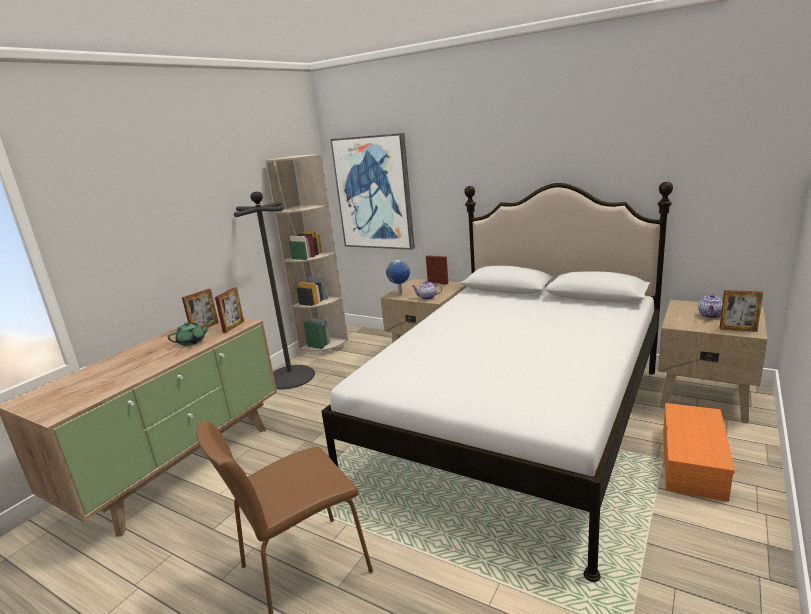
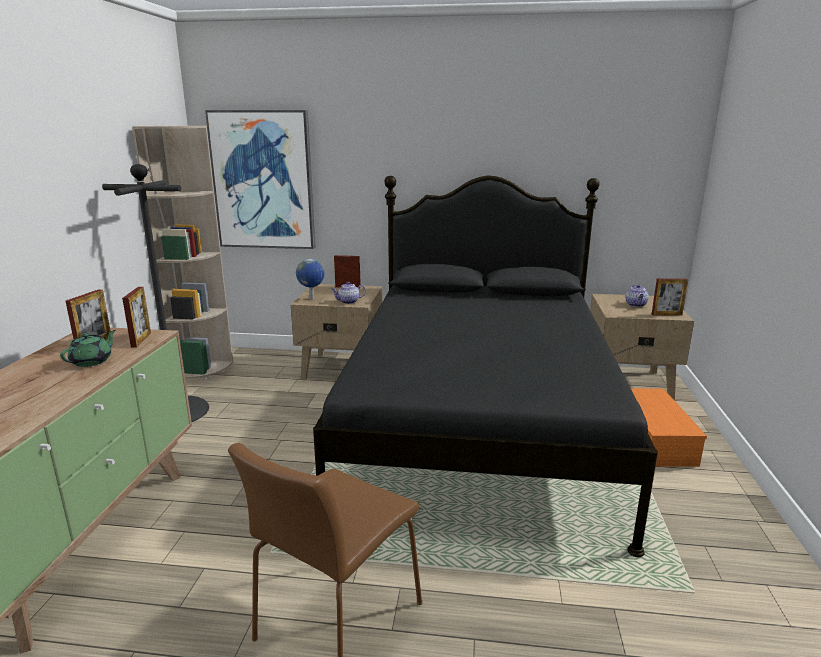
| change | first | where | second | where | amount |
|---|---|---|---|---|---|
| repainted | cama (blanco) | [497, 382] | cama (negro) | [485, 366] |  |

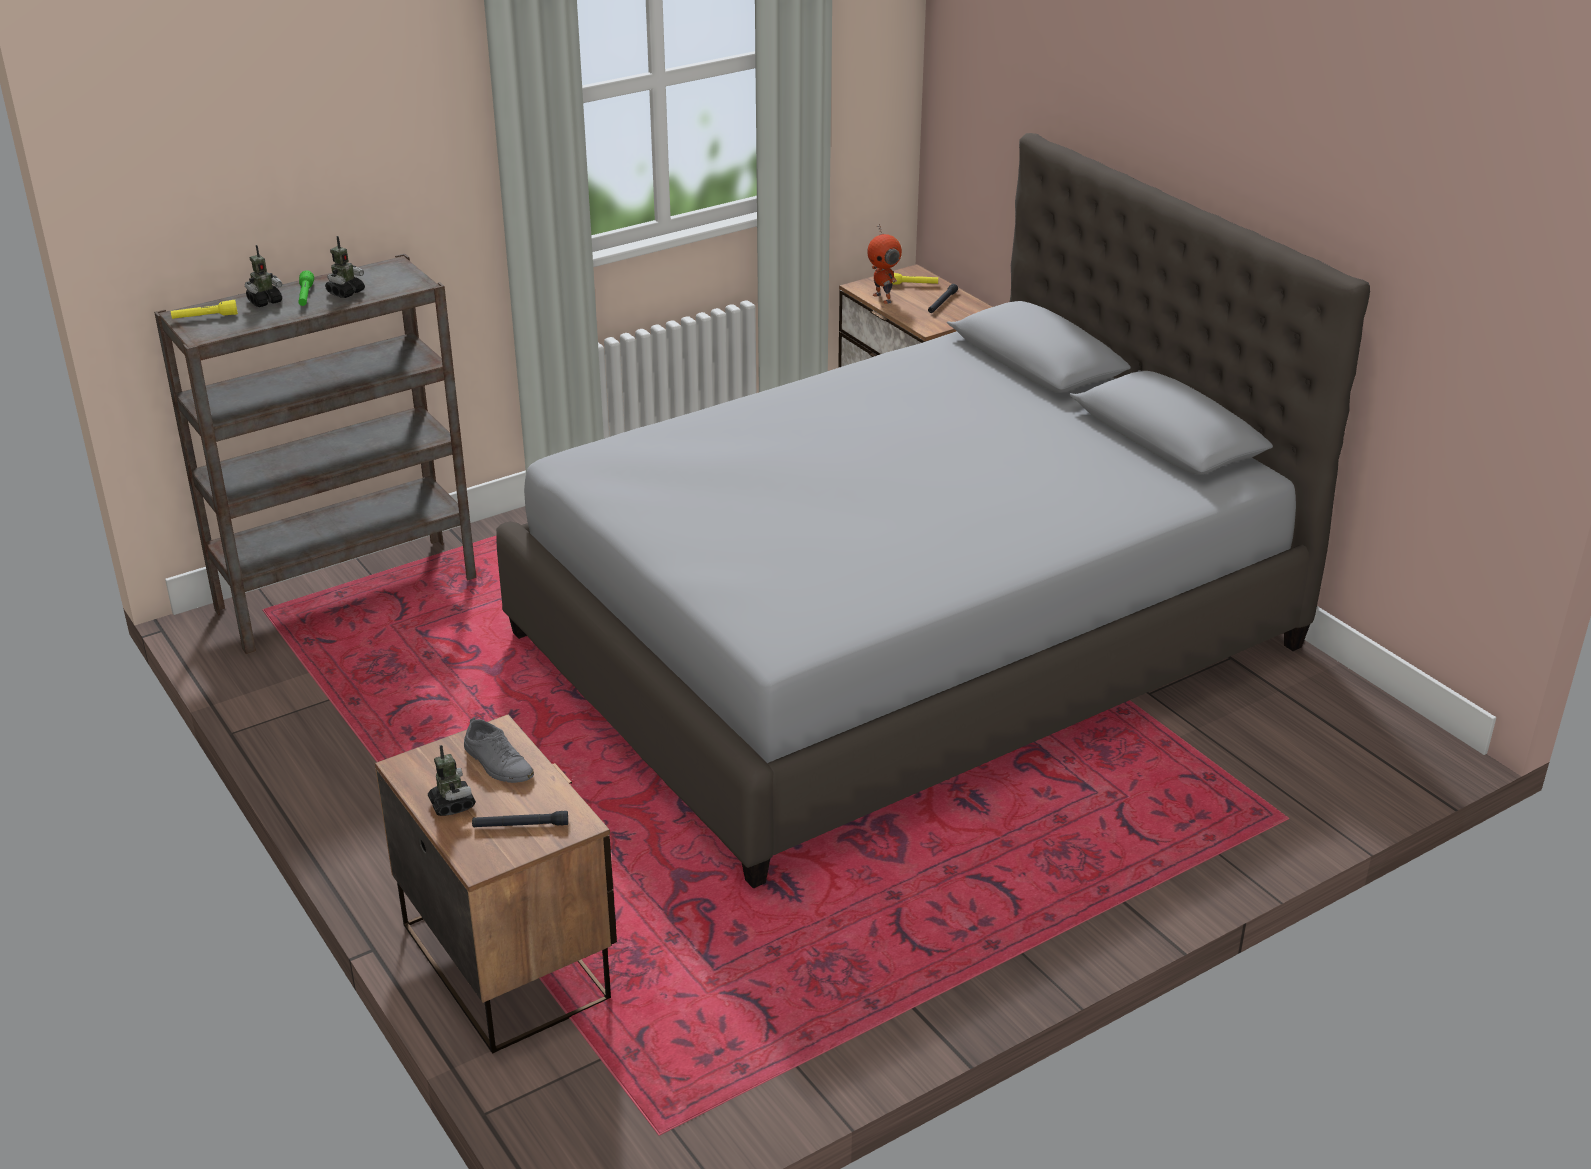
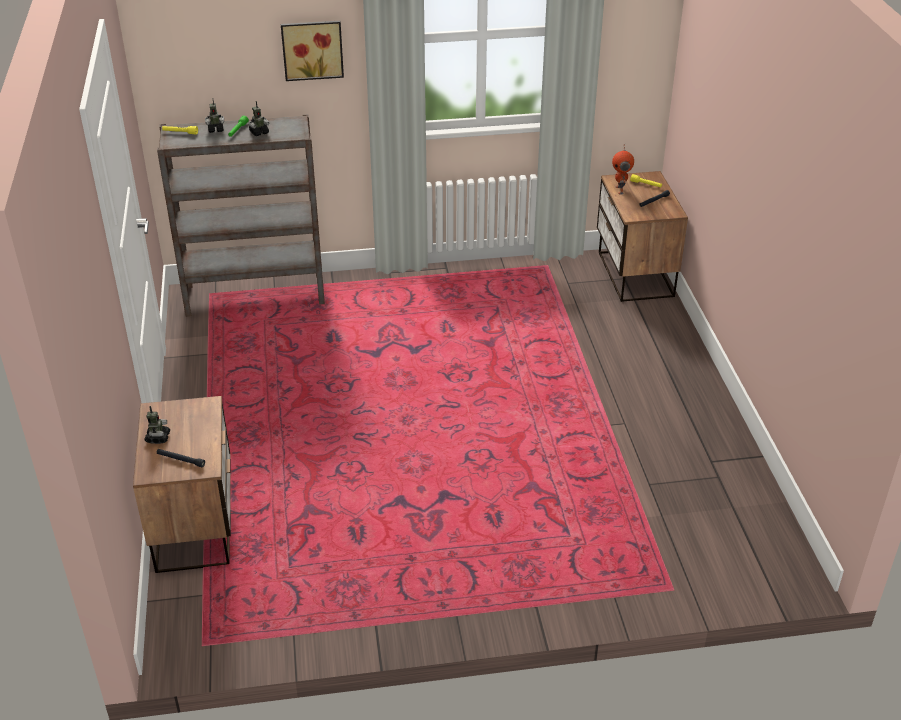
| change | first | where | second | where | amount |
|---|---|---|---|---|---|
| gone | zapato (gris) | [499, 750] |  |  |  |
| gone | cama (gris) | [933, 511] |  |  |  |
| new |  |  | cuadro | [312, 51] |  |

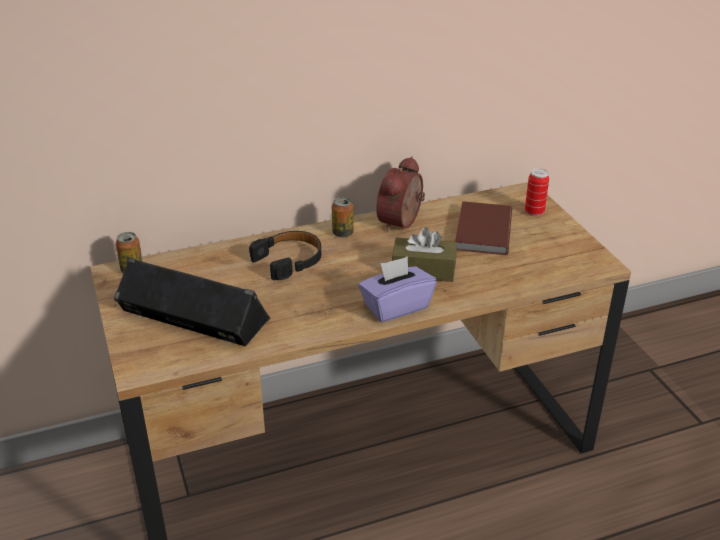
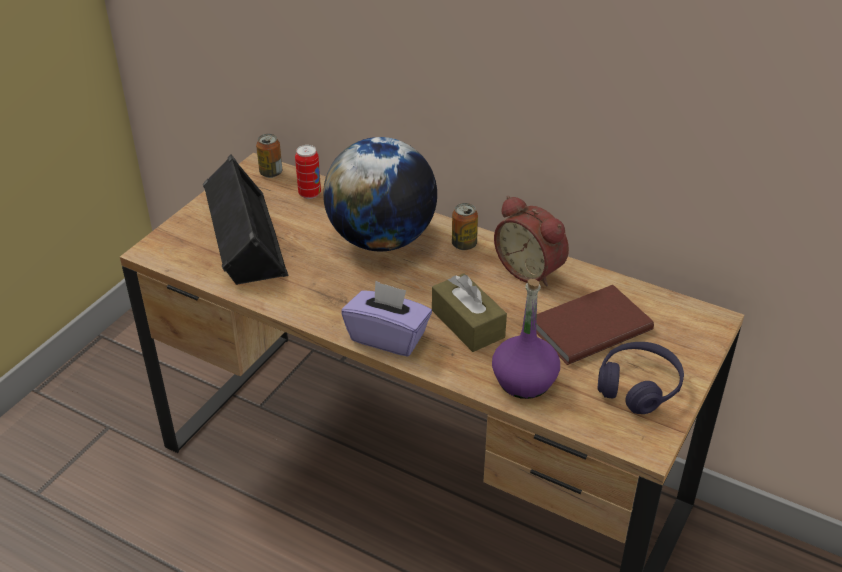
| change | first | where | second | where | amount |
|---|---|---|---|---|---|
| new |  |  | botella (morado) | [526, 339] |  |
| new |  |  | auriculares (morado) | [641, 378] |  |
| shifted | lata | [537, 192] |  | [308, 172] |  |
| swapped | auriculares (negro) | [285, 255] | globo terráqueo | [380, 194] |  |
| rotated | despertador | [400, 194] |  | [531, 241] | 120 degrees counterclockwise |

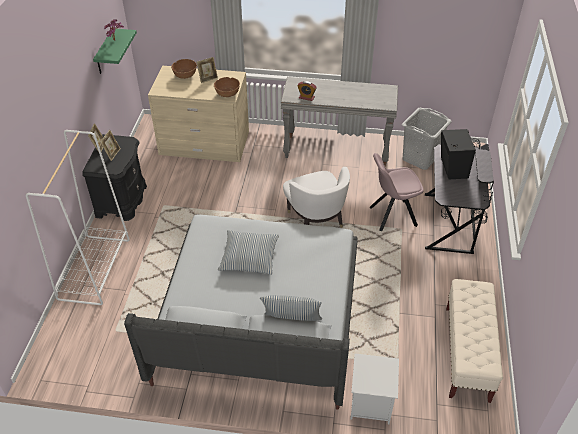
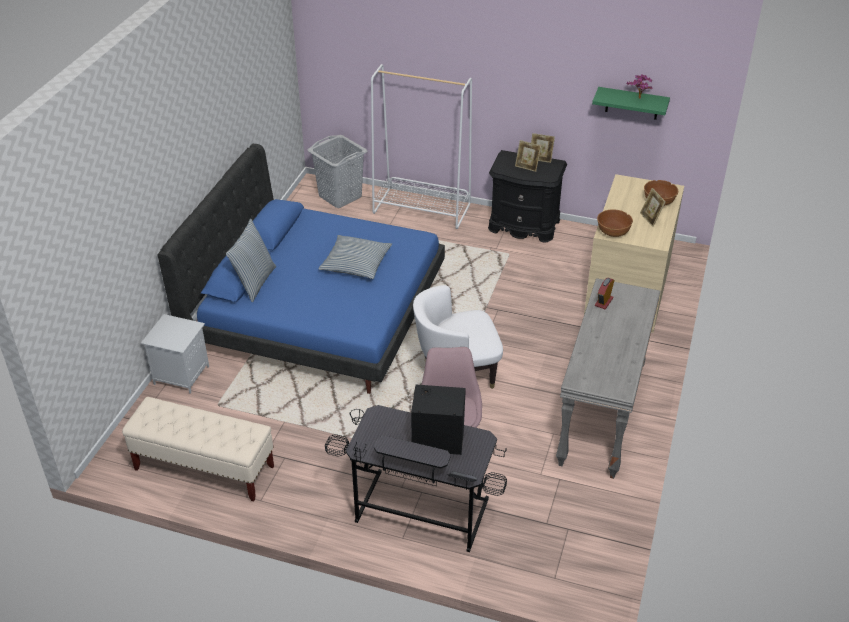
| change | first | where | second | where | amount |
|---|---|---|---|---|---|
| shifted | cesto de la ropa (gris) | [427, 139] |  | [337, 171] |  |
| repainted | cama (gris) | [240, 312] | cama (azul) | [301, 269] |  |

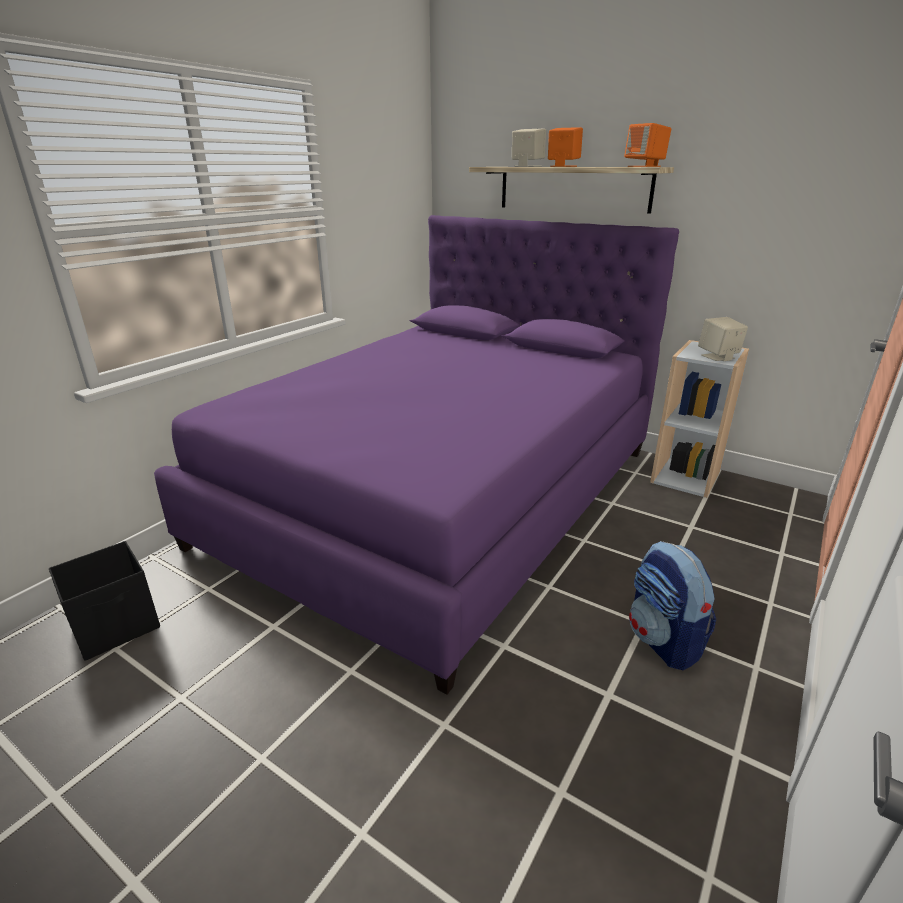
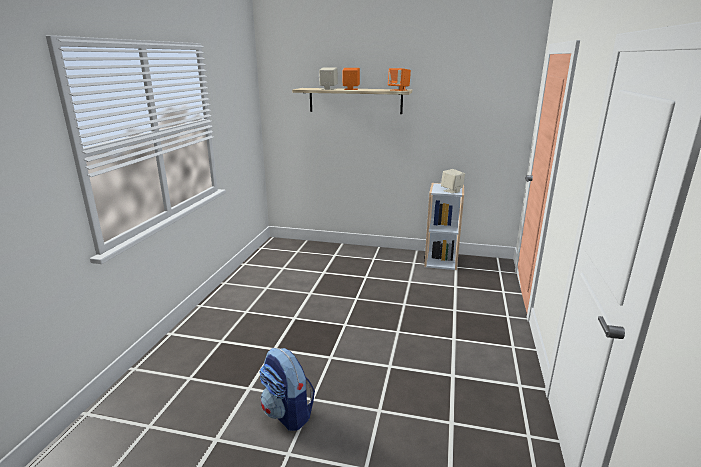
| change | first | where | second | where | amount |
|---|---|---|---|---|---|
| gone | caja de almacenaje (negro) | [104, 601] |  |  |  |
| gone | cama (morado) | [416, 455] |  |  |  |
| shifted | mochila | [672, 605] |  | [287, 389] |  |

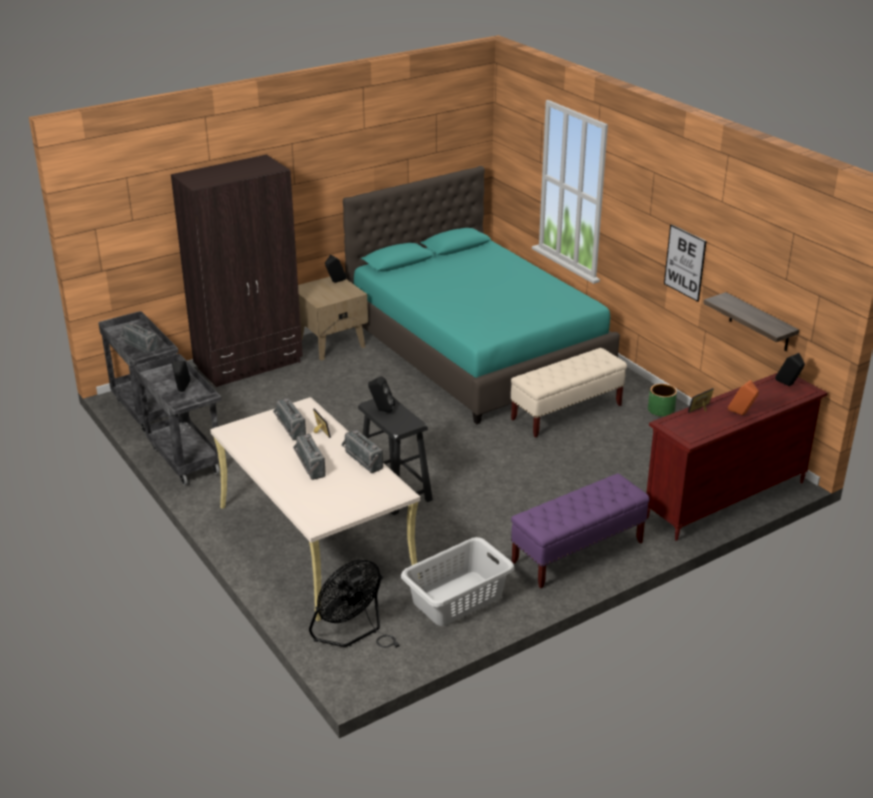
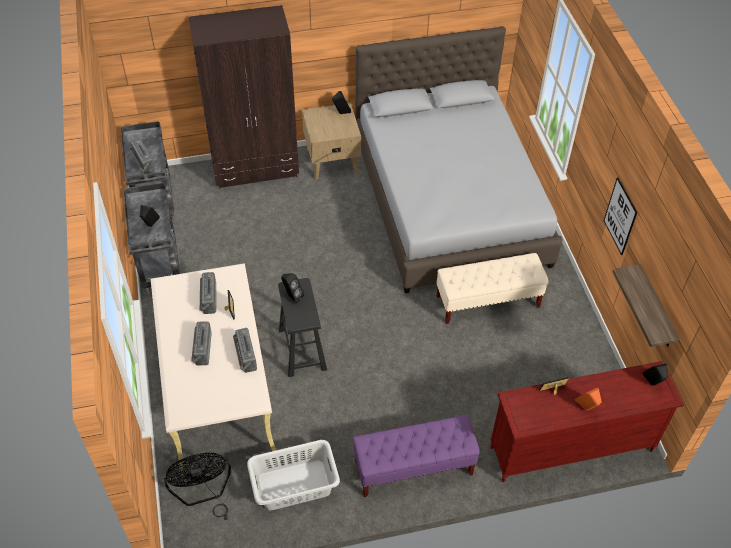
| change | first | where | second | where | amount |
|---|---|---|---|---|---|
| gone | maceta (verde) | [662, 400] |  |  |  |
| repainted | cama (turquesa) | [481, 295] | cama (gris) | [458, 159] |  |

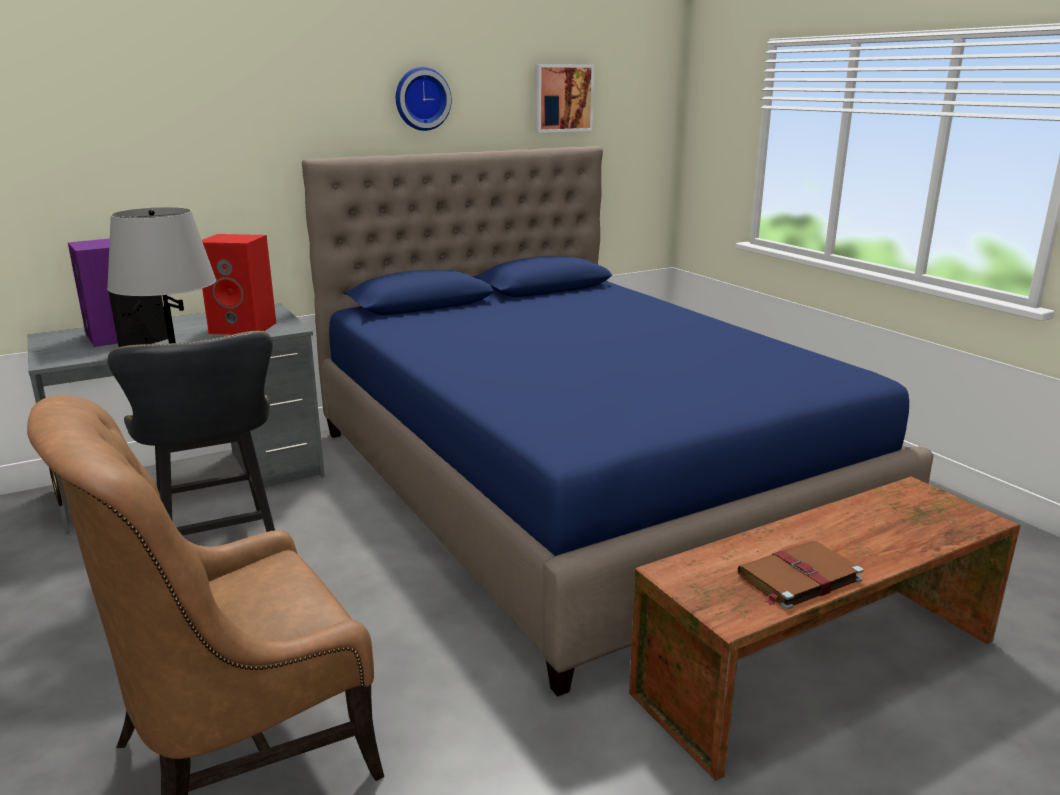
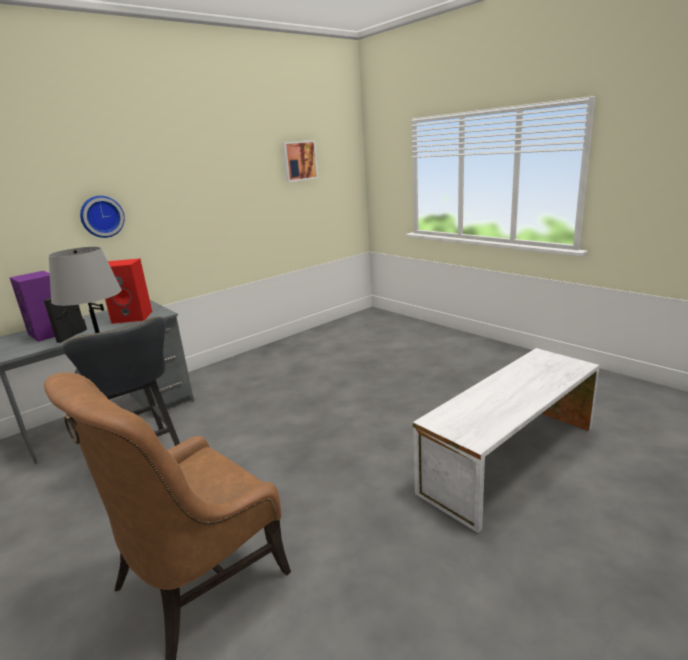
| change | first | where | second | where | amount |
|---|---|---|---|---|---|
| gone | cama (azul) | [618, 421] |  |  |  |
| gone | libro (marrón) | [800, 575] |  |  |  |
| shifted | reloj de pared | [424, 99] |  | [102, 217] |  |
| repainted | banco (marrón) | [824, 628] | banco (blanco) | [506, 440] |  |

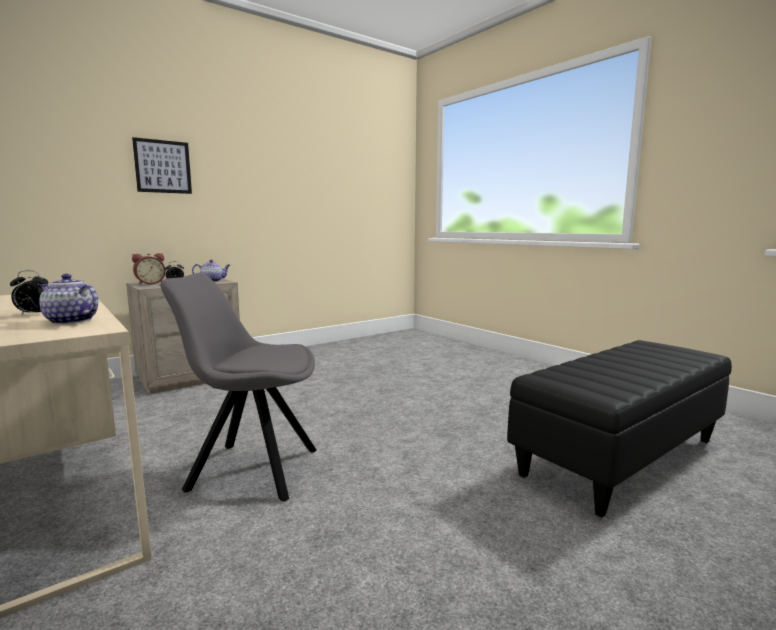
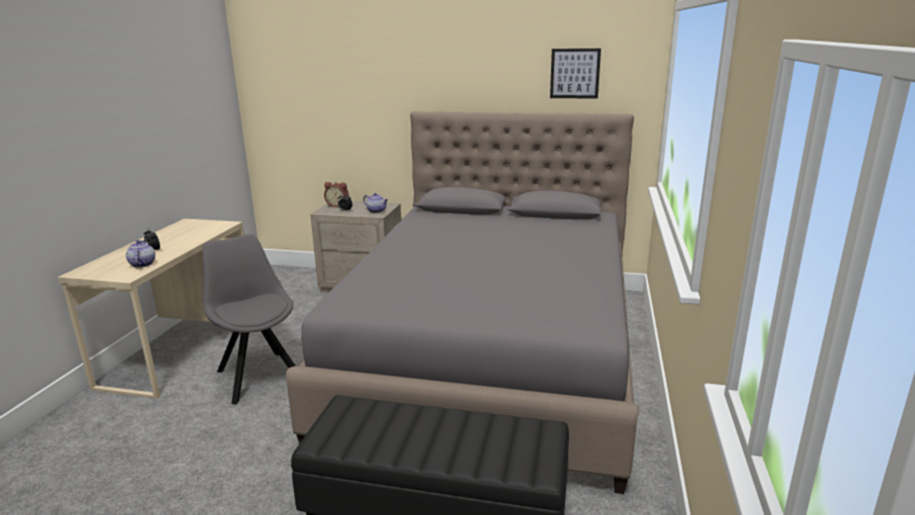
| change | first | where | second | where | amount |
|---|---|---|---|---|---|
| new |  |  | cama (gris) | [462, 302] |  |
| shifted | cuadro | [162, 165] |  | [575, 73] |  |

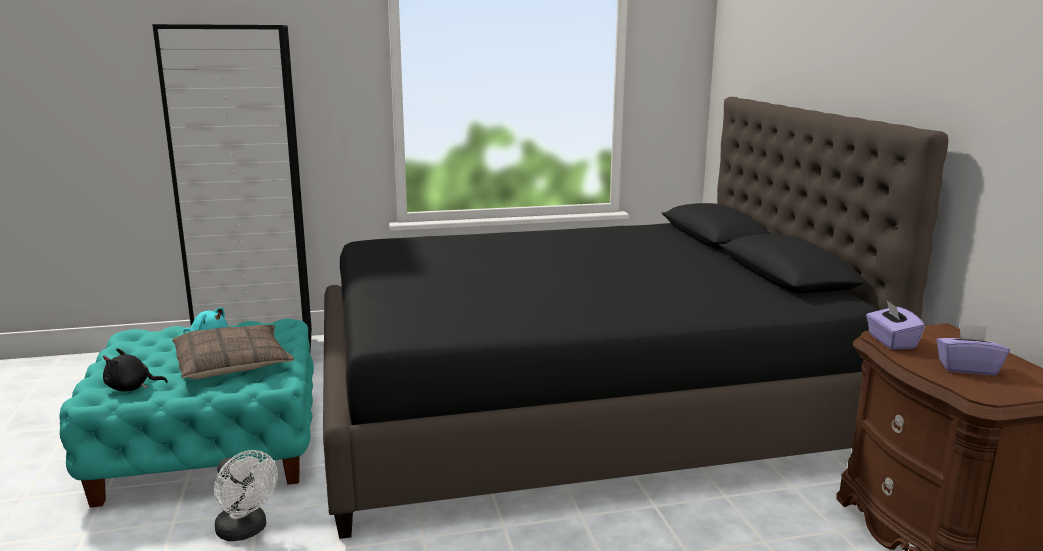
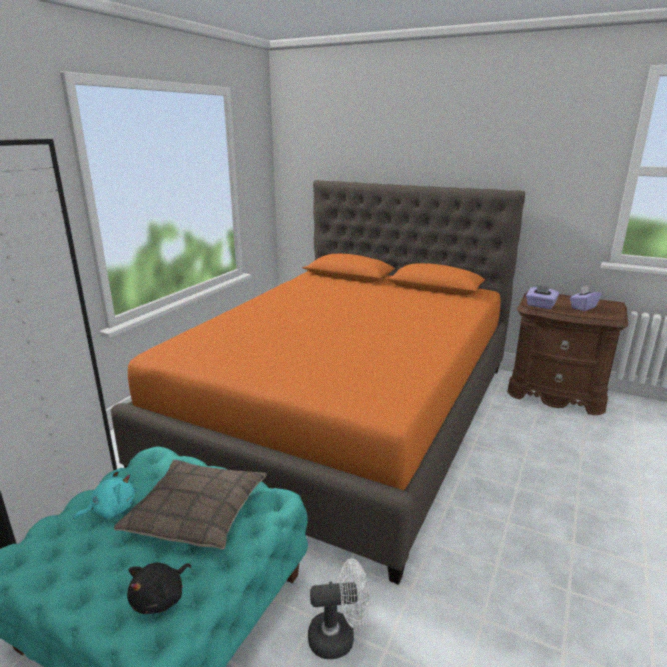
| change | first | where | second | where | amount |
|---|---|---|---|---|---|
| repainted | cama (negro) | [635, 318] | cama (naranja) | [318, 382] |  |

